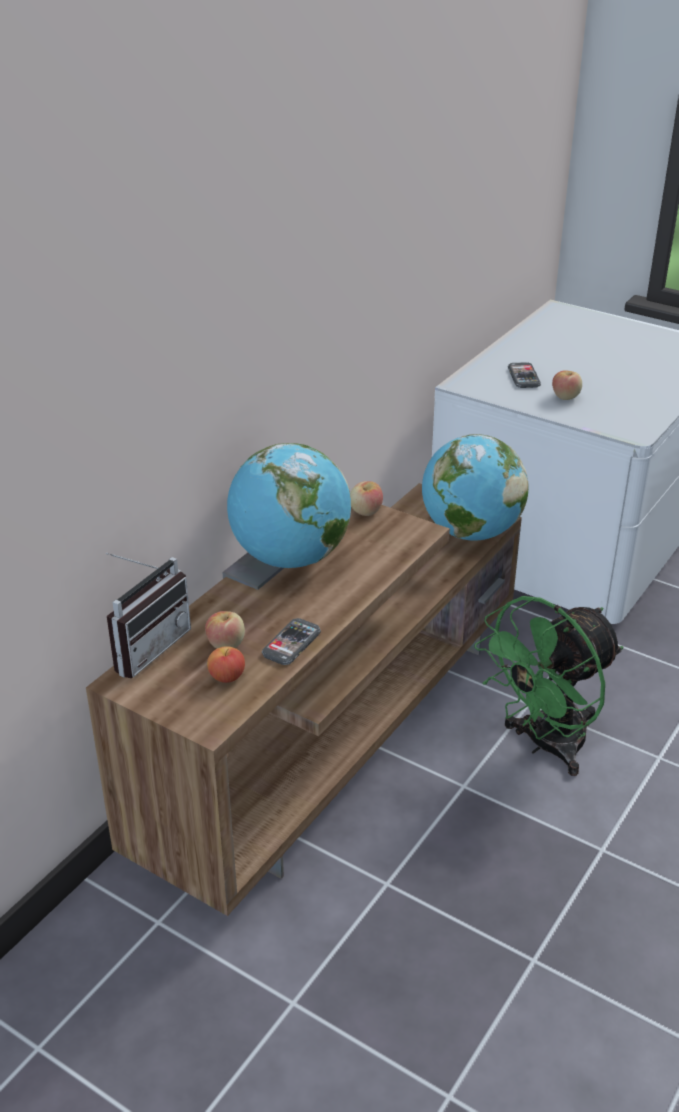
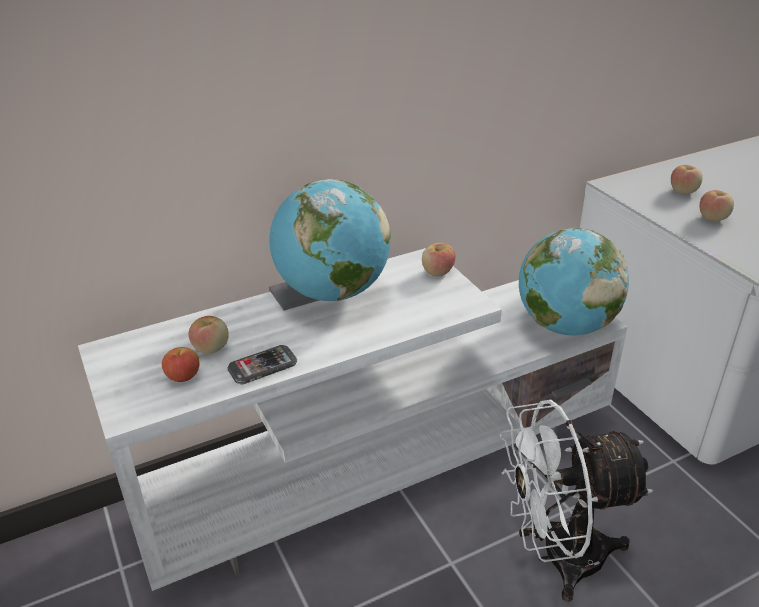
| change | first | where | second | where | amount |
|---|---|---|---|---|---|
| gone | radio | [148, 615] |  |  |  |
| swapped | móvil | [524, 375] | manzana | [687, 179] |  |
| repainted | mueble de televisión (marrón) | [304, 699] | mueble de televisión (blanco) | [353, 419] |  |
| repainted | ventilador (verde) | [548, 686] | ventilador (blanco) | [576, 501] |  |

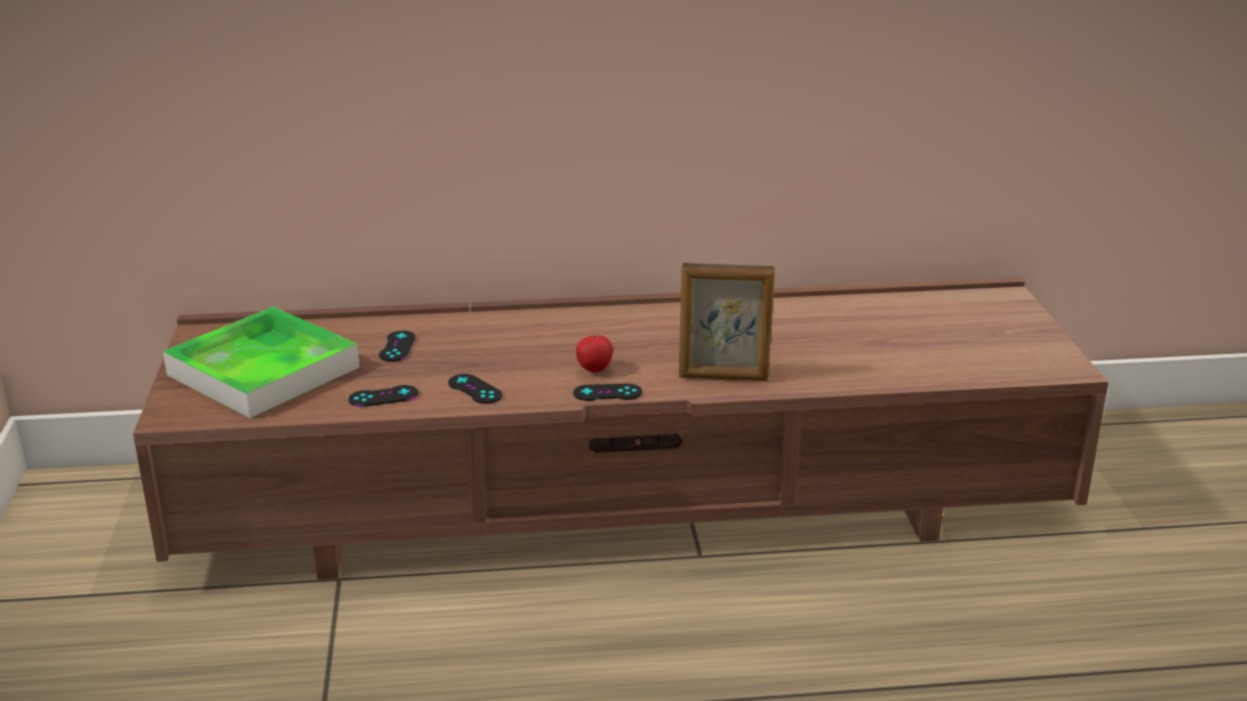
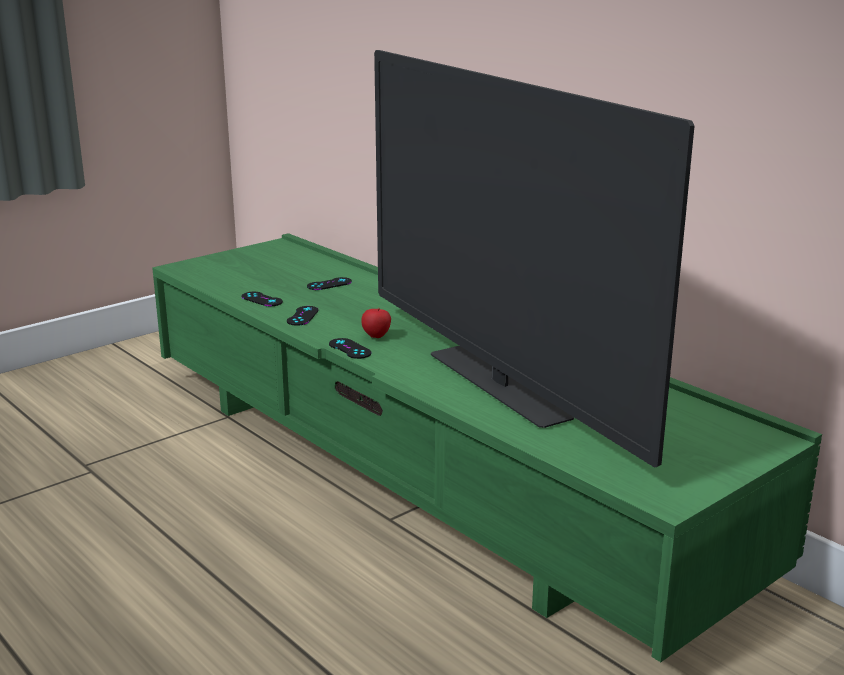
| change | first | where | second | where | amount |
|---|---|---|---|---|---|
| gone | bandeja | [261, 362] |  |  |  |
| gone | portarretratos | [727, 322] |  |  |  |
| new |  |  | televisor | [534, 259] |  |
| repainted | mueble de televisión (marrón) | [621, 428] | mueble de televisión (verde) | [487, 447] |  |

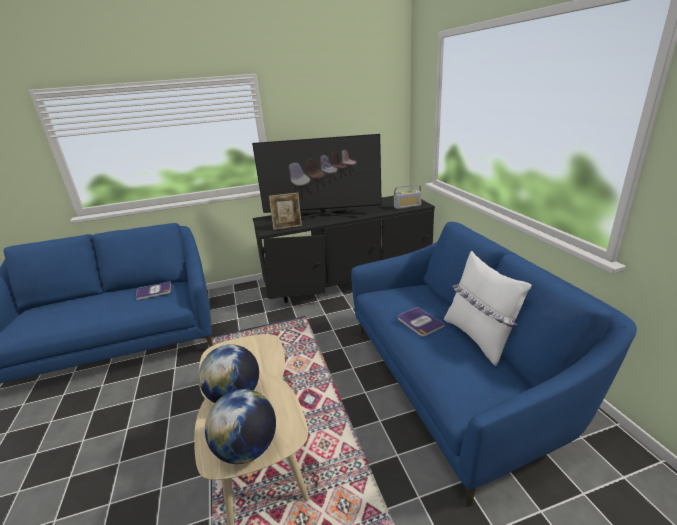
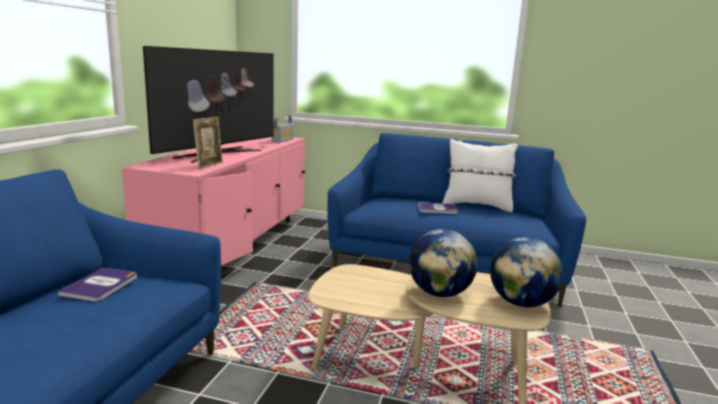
| change | first | where | second | where | amount |
|---|---|---|---|---|---|
| repainted | mueble de televisión (negro) | [344, 249] | mueble de televisión (rosa) | [213, 201] |  |

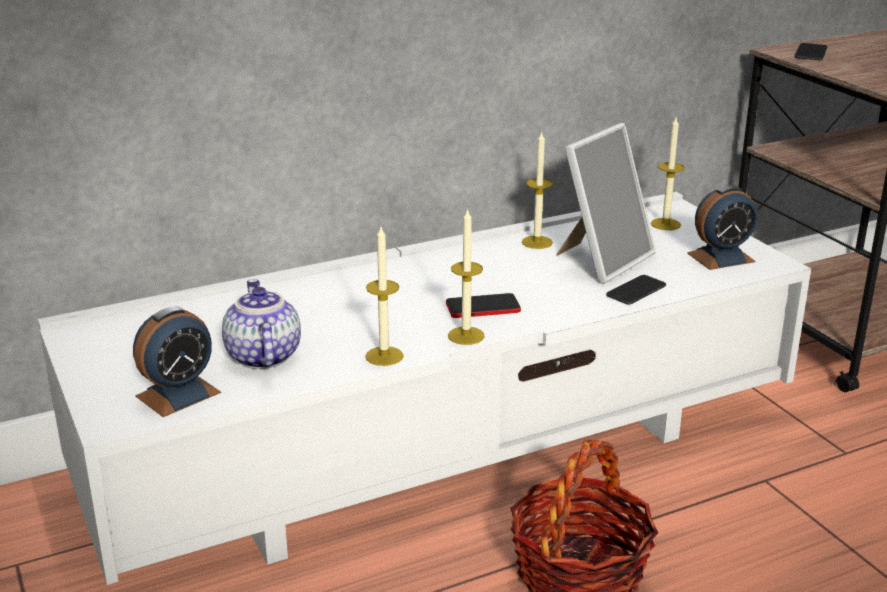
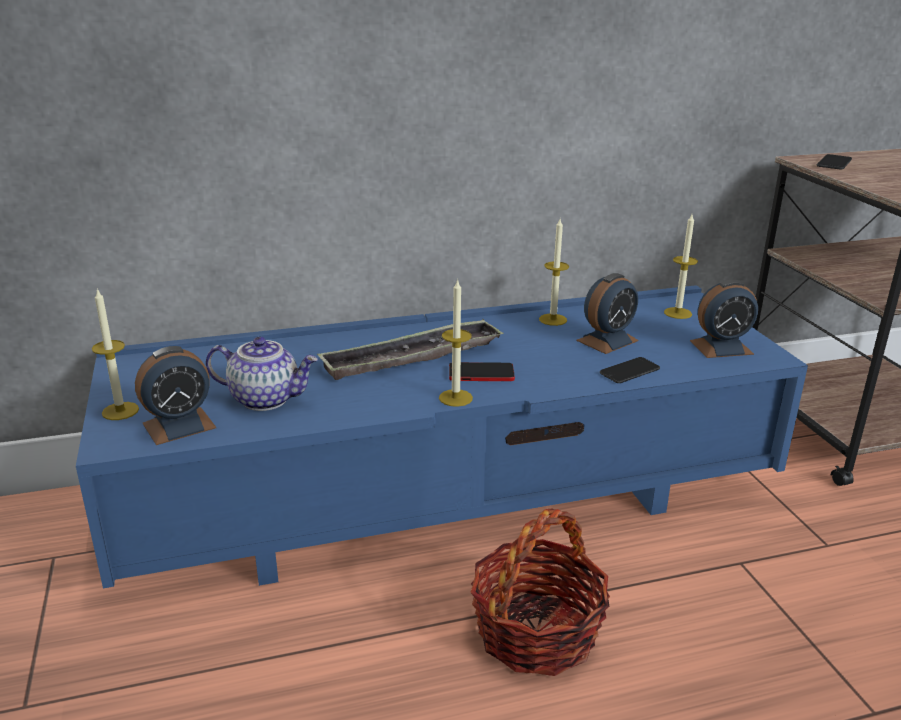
| change | first | where | second | where | amount |
|---|---|---|---|---|---|
| new |  |  | bandeja | [410, 349] |  |
| shifted | vela | [384, 296] |  | [115, 354] |  |
| swapped | portarretratos | [606, 203] | despertador | [607, 313] |  |
| repainted | mueble de televisión (blanco) | [424, 388] | mueble de televisión (azul) | [442, 436] |  |
| rotated | tetera | [261, 324] |  | [262, 374] | 105 degrees clockwise |

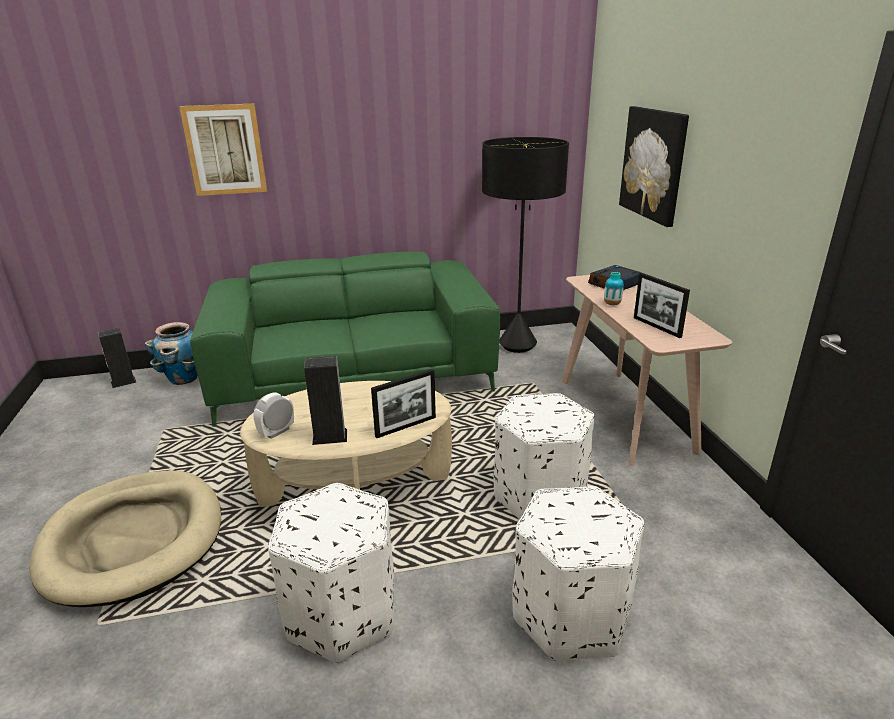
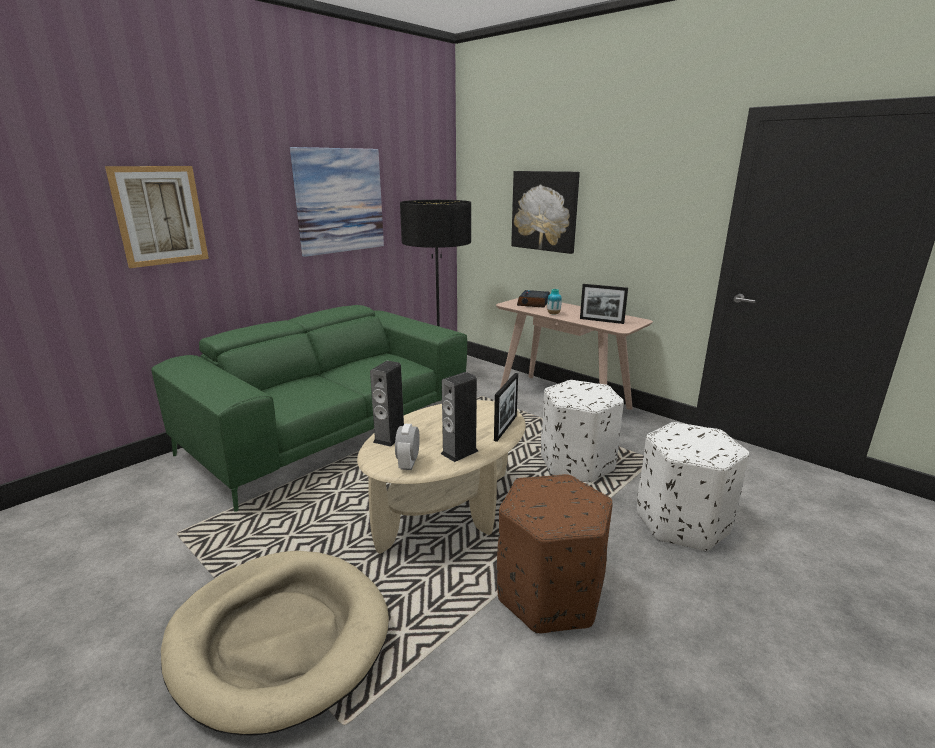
| change | first | where | second | where | amount |
|---|---|---|---|---|---|
| gone | maceta | [171, 353] |  |  |  |
| new |  |  | cuadro | [337, 202] |  |
| shifted | altavoz | [117, 358] |  | [387, 404] |  |
| repainted | puf (blanco) | [331, 573] | puf (marrón) | [555, 554] |  |

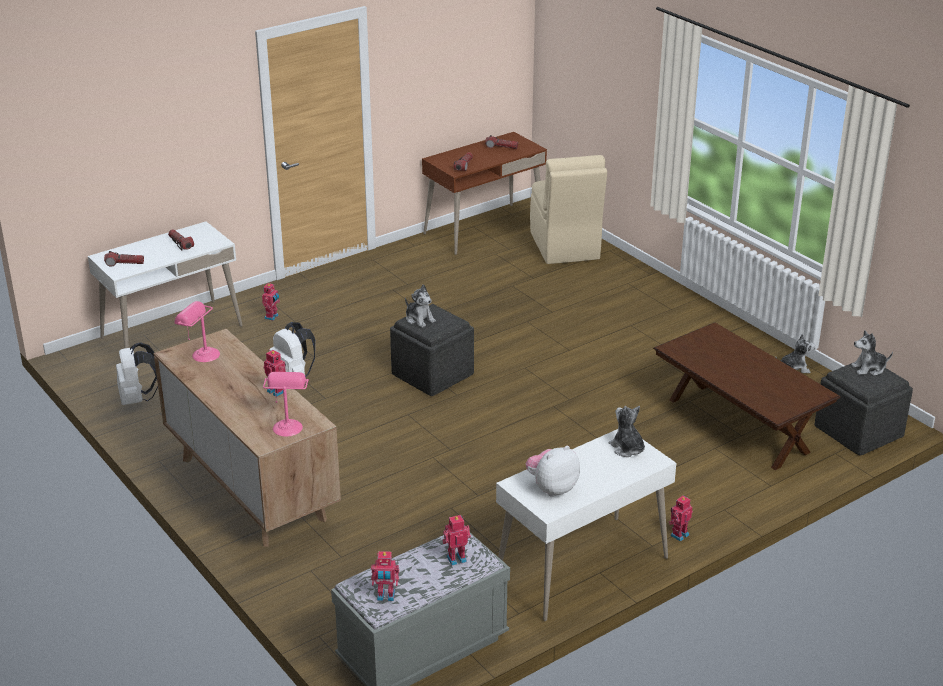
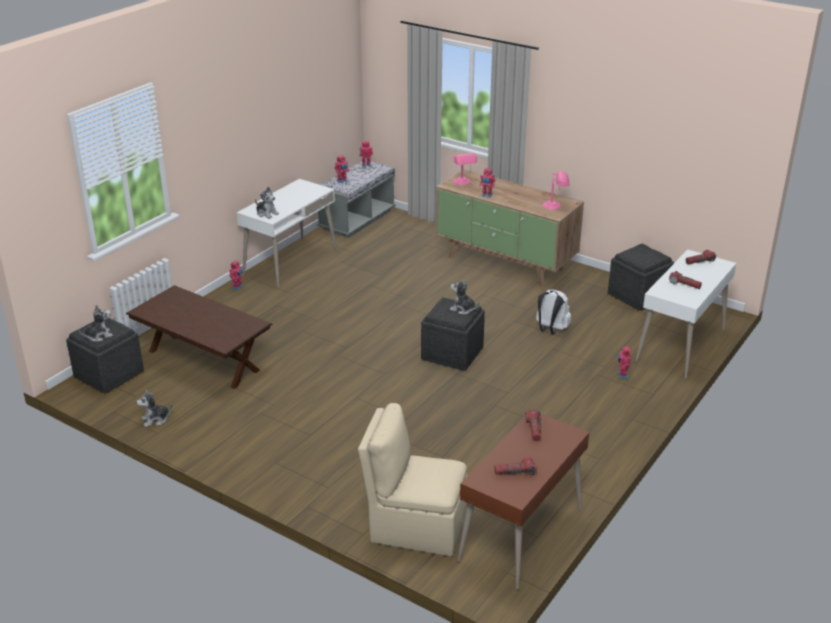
| change | first | where | second | where | amount |
|---|---|---|---|---|---|
| gone | peluche | [552, 471] |  |  |  |
| swapped | mochila (blanco) | [137, 373] | puf (gris) | [641, 277] |  |
| rotated | silla (beis) | [568, 209] |  | [412, 480] | 45 degrees counterclockwise |

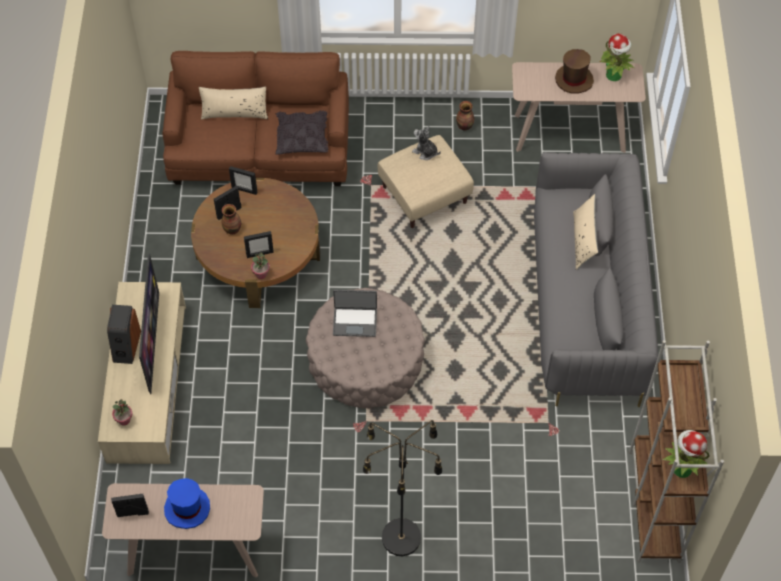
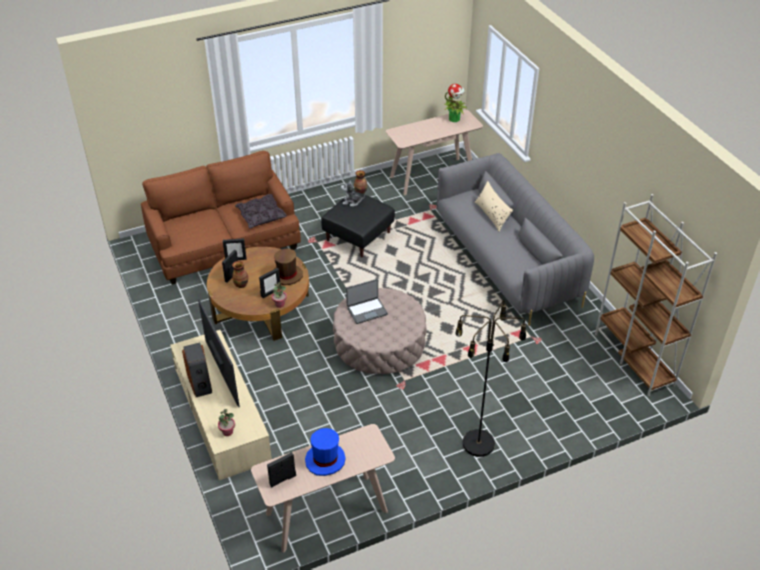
| change | first | where | second | where | amount |
|---|---|---|---|---|---|
| gone | cojín (beis) | [233, 103] |  |  |  |
| gone | planta en maceta | [686, 454] |  |  |  |
| shifted | sombrero (marrón) | [574, 71] |  | [288, 266] |  |
| repainted | puf (beis) | [426, 181] | puf (negro) | [358, 224] |  |

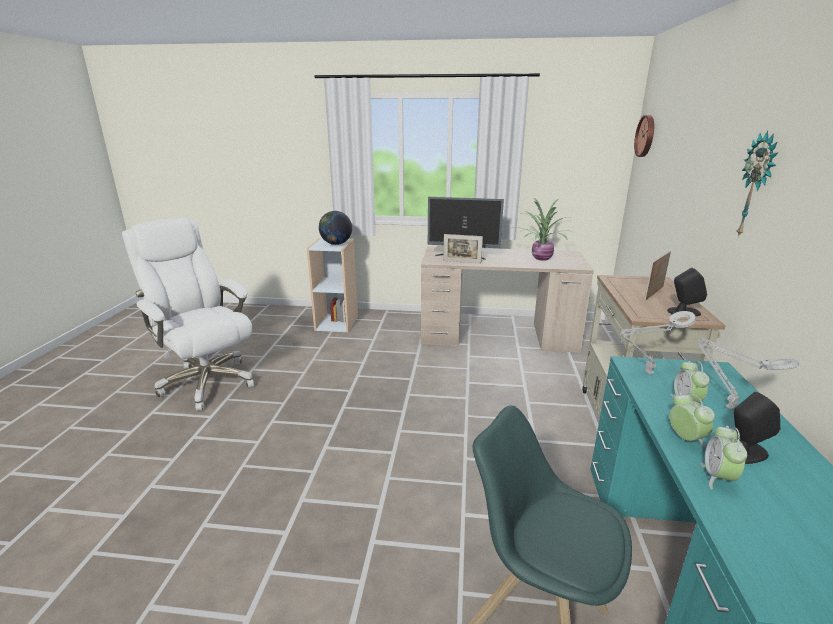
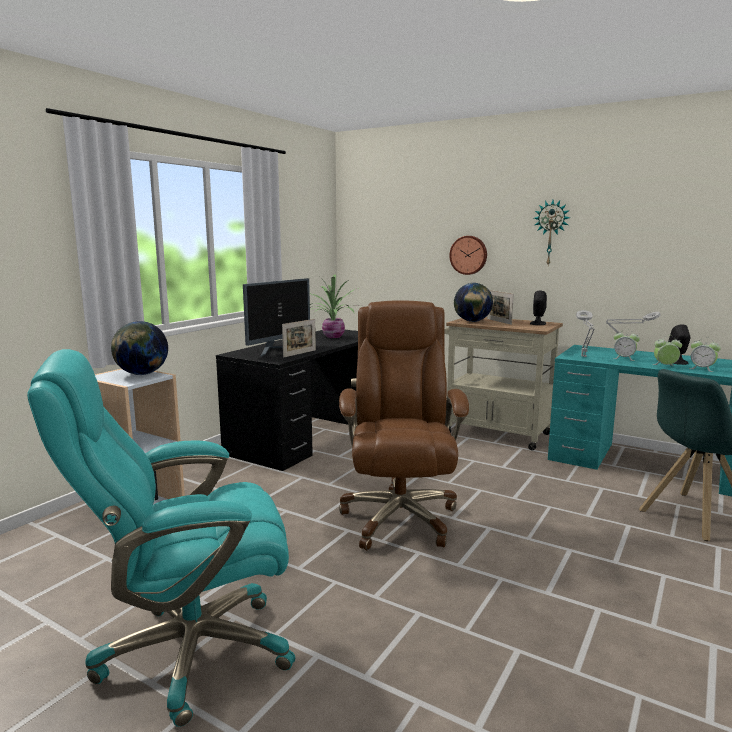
| change | first | where | second | where | amount |
|---|---|---|---|---|---|
| new |  |  | silla de oficina (marrón) | [404, 425] |  |
| new |  |  | globo terráqueo | [473, 302] |  |
| shifted | reloj de pared | [644, 136] |  | [468, 255] |  |
| repainted | silla de oficina (blanco) | [188, 314] | silla de oficina (turquesa) | [161, 538] |  |
| repainted | escritorio (beis) | [507, 299] | escritorio (negro) | [287, 400] |  |

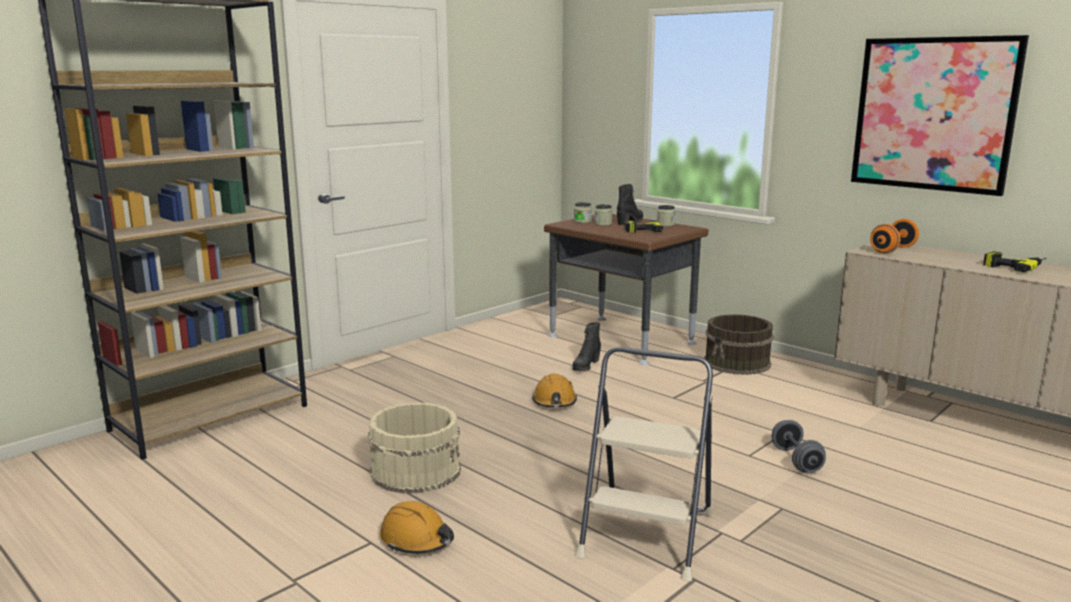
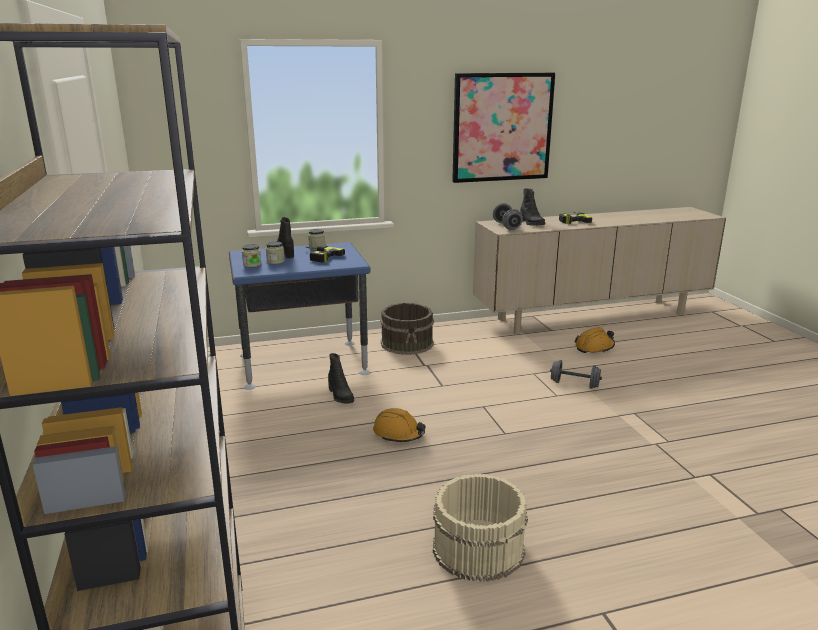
| change | first | where | second | where | amount |
|---|---|---|---|---|---|
| gone | escalera de tijera (beis) | [643, 464] |  |  |  |
| new |  |  | bota (negro) | [532, 207] |  |
| shifted | casco (naranja) | [417, 527] |  | [595, 340] |  |
| repainted | escritorio (marrón) | [626, 289] | escritorio (azul) | [300, 316] |  |
| repainted | mancuerna (naranja) | [894, 236] | mancuerna (gris) | [508, 216] |  |

